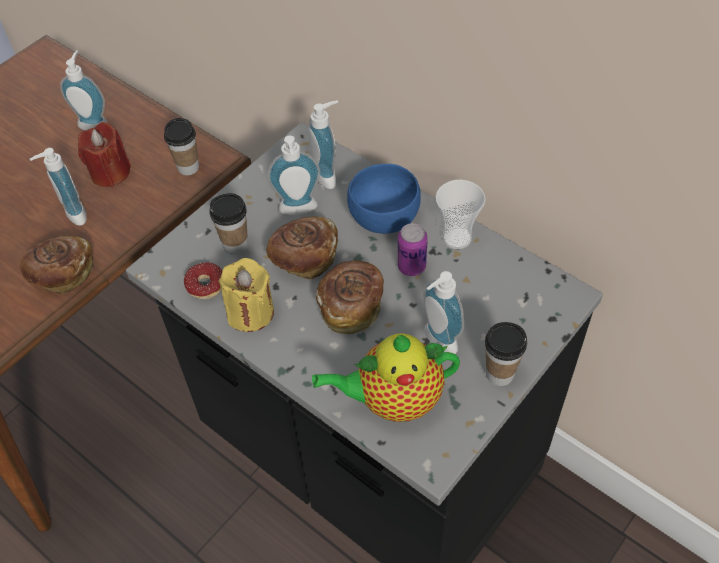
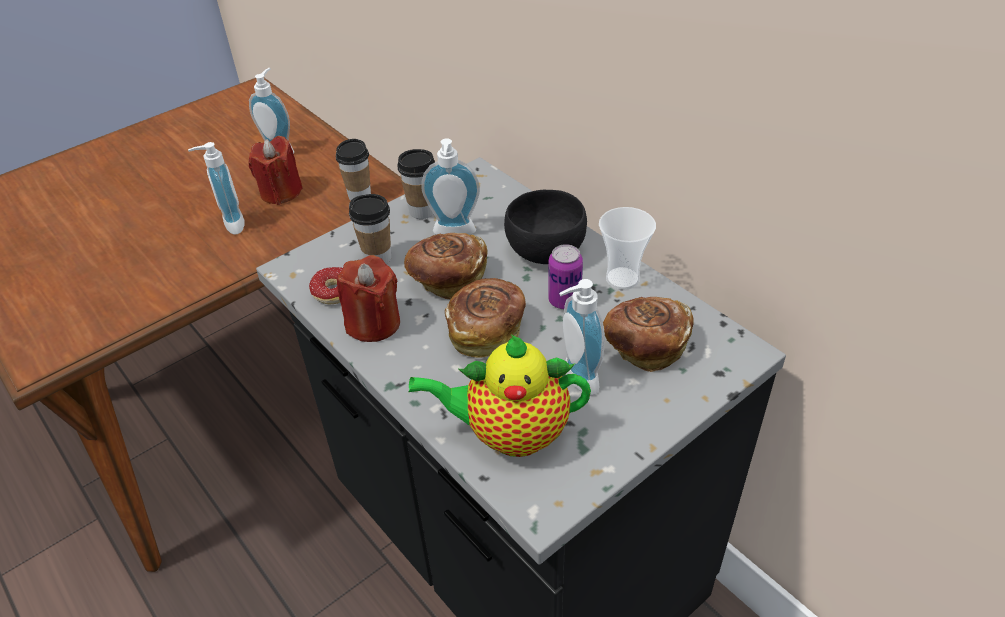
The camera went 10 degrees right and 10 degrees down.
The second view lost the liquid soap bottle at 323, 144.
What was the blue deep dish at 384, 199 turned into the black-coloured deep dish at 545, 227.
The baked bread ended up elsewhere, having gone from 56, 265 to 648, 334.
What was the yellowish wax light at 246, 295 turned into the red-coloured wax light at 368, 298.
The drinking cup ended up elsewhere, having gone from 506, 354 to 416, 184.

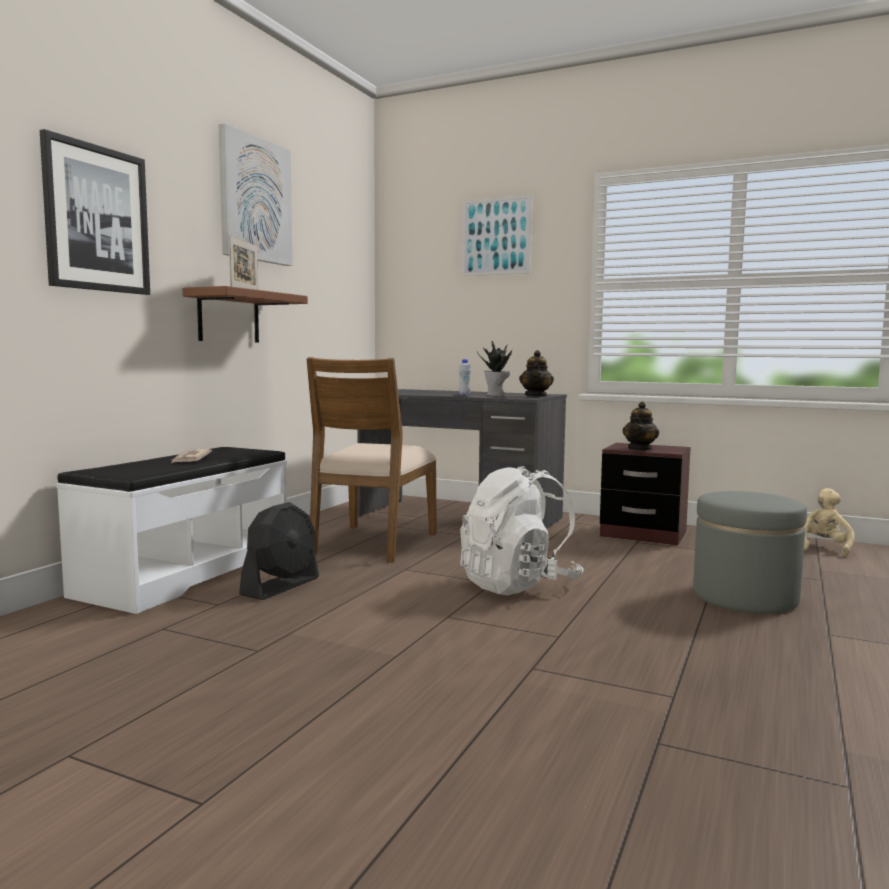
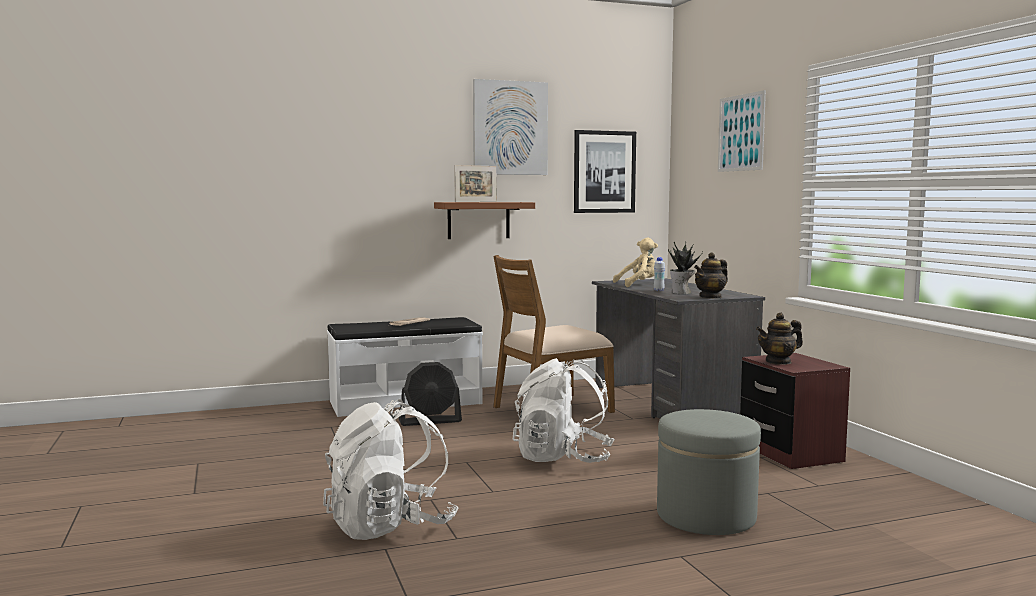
The camera went 45 degrees right and 0 degrees up.
The picture ended up elsewhere, having gone from 95, 212 to 605, 171.
The beige-coloured soft toy ended up elsewhere, having gone from 829, 522 to 635, 262.
The second view gained the white-coloured knapsack at 390, 469.

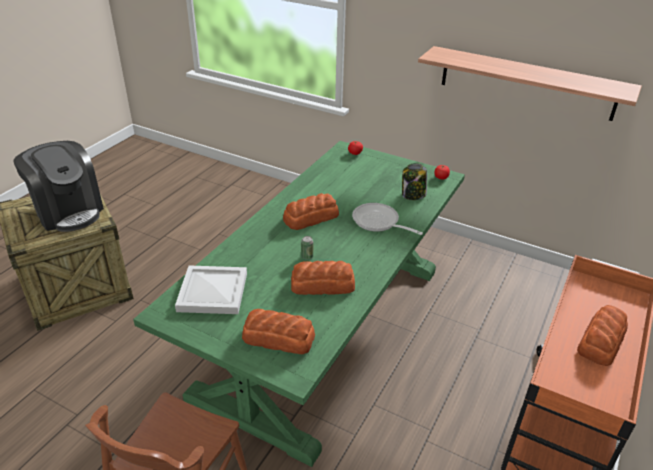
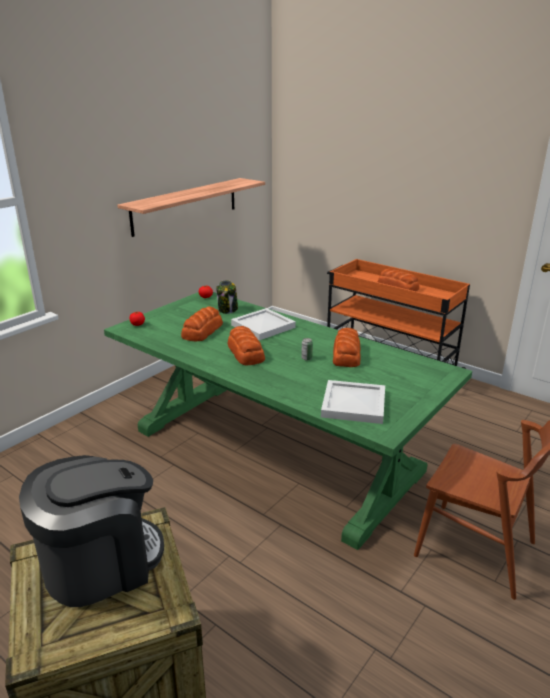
The camera went 80 degrees left and 10 degrees down.
Where the pan stood at 387, 219, the white-coloured carrying tray came to stand at 263, 324.
The baked bread ended up elsewhere, having gone from 278, 331 to 202, 324.

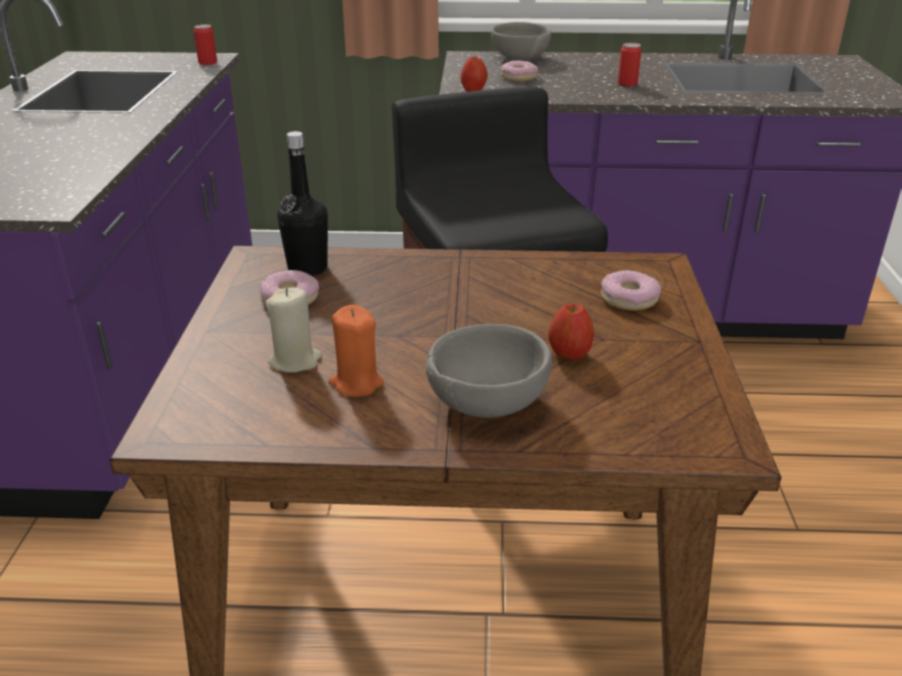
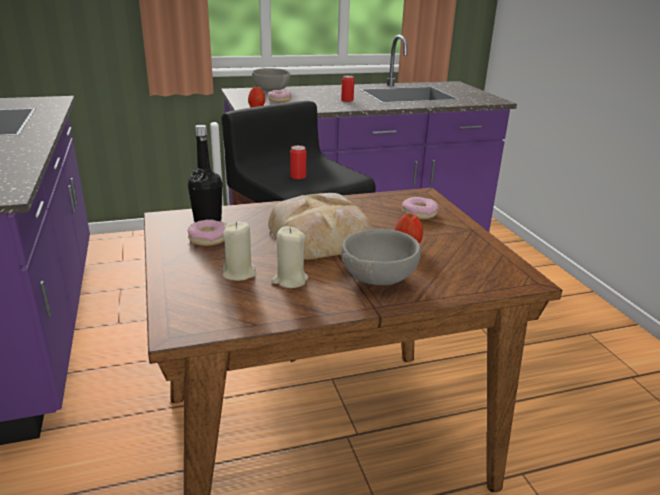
The camera went 20 degrees left and 5 degrees down.
The sealed can ended up elsewhere, having gone from 205, 44 to 298, 162.
What was the orangey wax light at 356, 351 turned into the beige-coloured wax light at 289, 257.
The second view gained the baked bread at 320, 226.

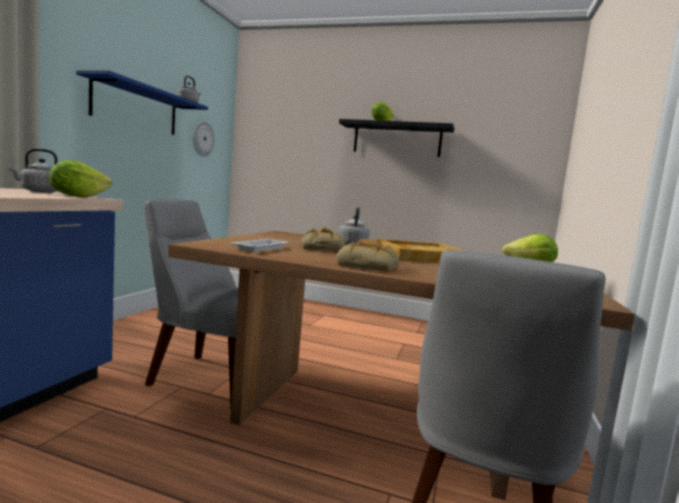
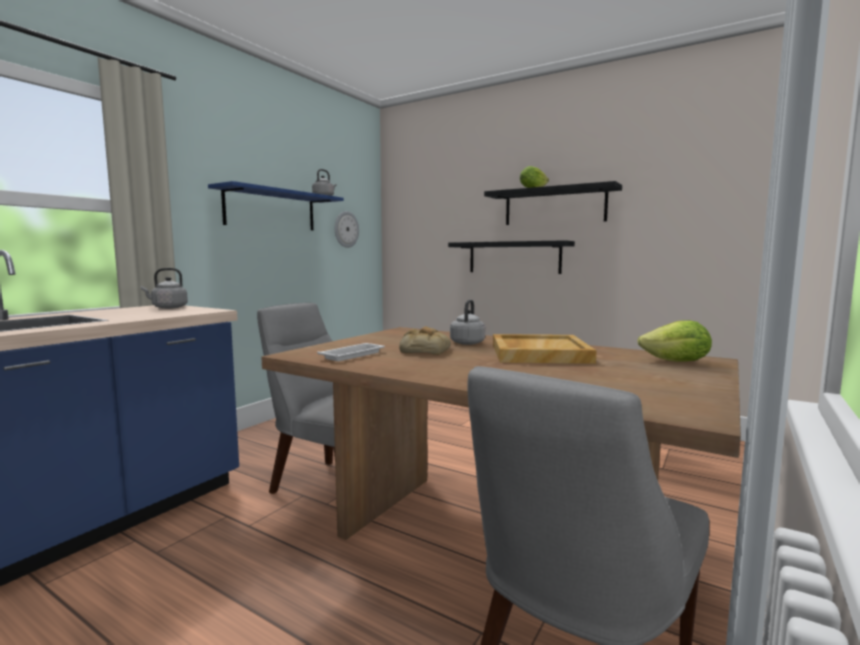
The camera went 15 degrees right and 0 degrees up.
The second view lost the lettuce head at 80, 178.
The second view lost the baked bread at 368, 255.
The second view gained the black-coloured bracket shelf at 511, 257.

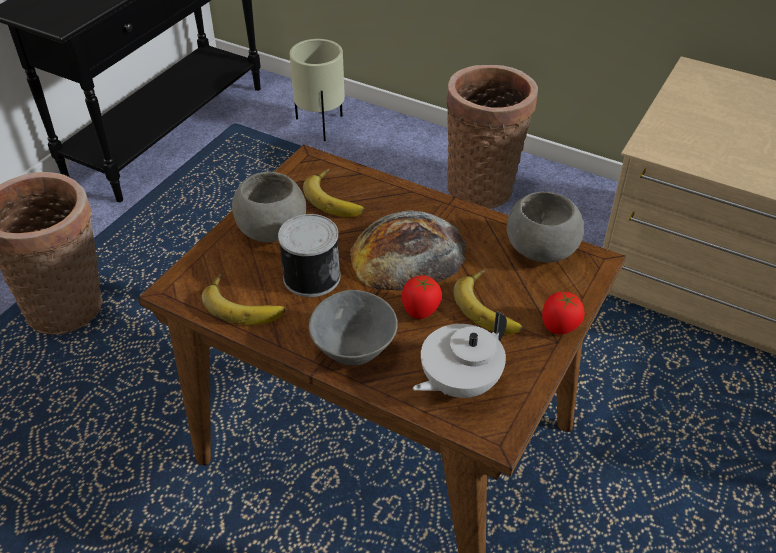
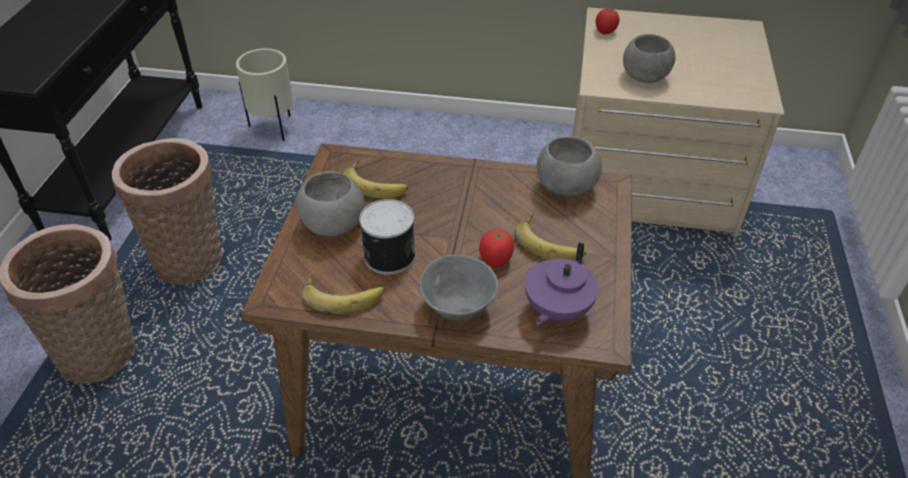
The camera went 20 degrees left and 0 degrees up.
The household basket ended up elsewhere, having gone from 492, 137 to 167, 211.
The second view lost the baked bread at 408, 250.
The tomato ended up elsewhere, having gone from 563, 313 to 607, 21.
What was the white-coloured pot for tea at 460, 355 turned into the purple-coloured pot for tea at 561, 283.
The second view gained the grey deep dish at 649, 58.

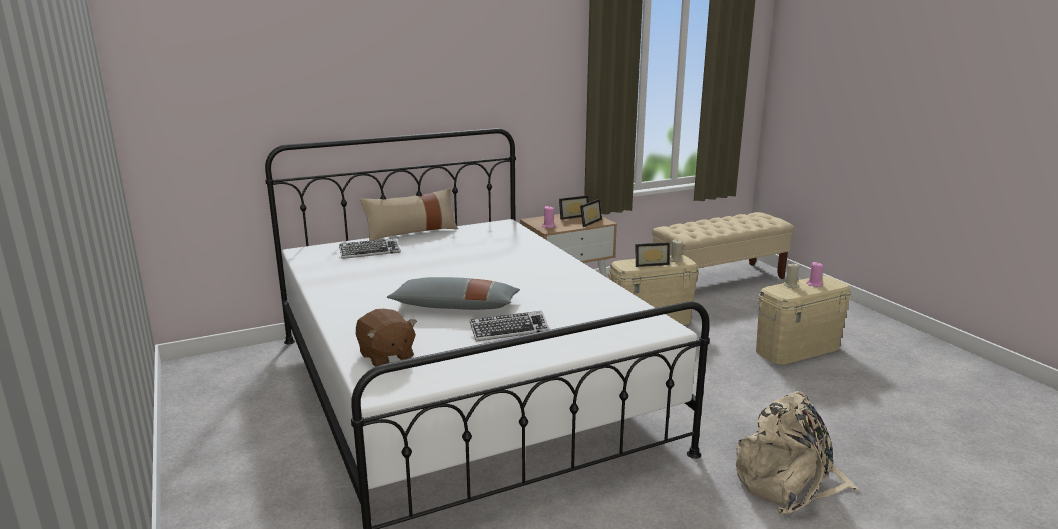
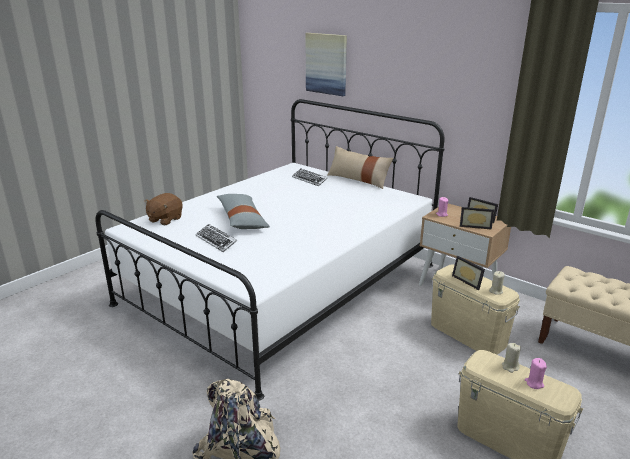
The camera went 65 degrees right and 5 degrees up.
The second view gained the picture at 326, 64.

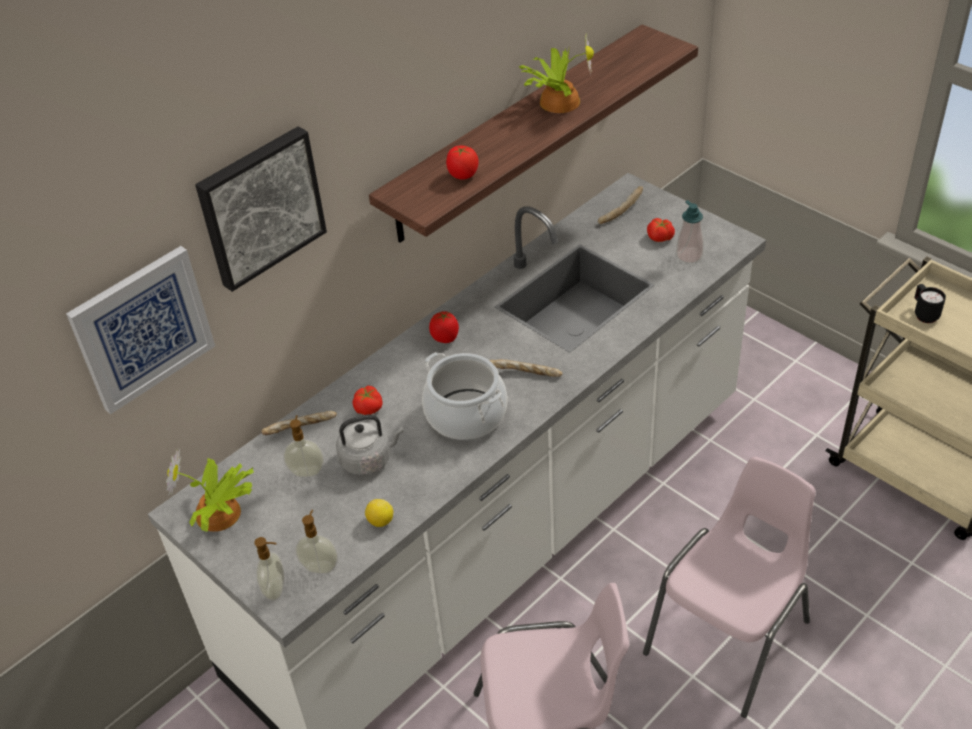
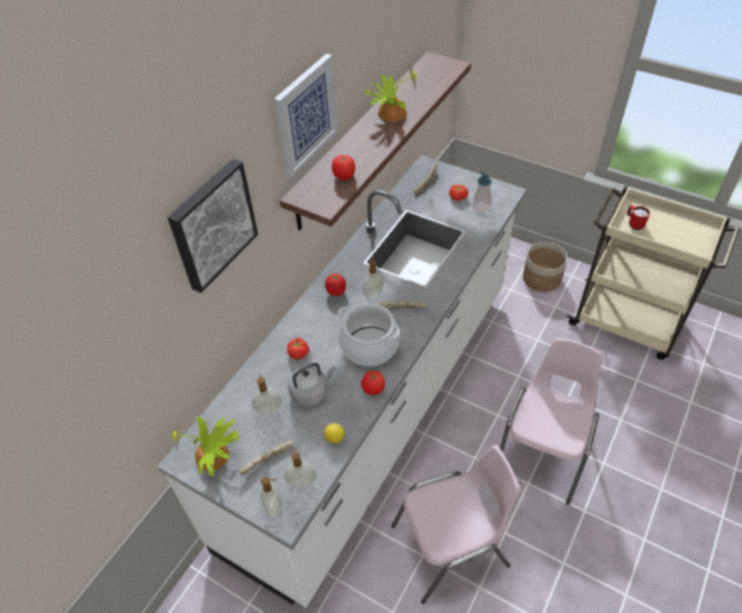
The camera went 15 degrees left and 5 degrees up.
The picture ended up elsewhere, having gone from 140, 330 to 306, 116.
What was the black-coloured coffee mug at 930, 303 turned into the red-coloured coffee mug at 638, 217.
The baked bread ended up elsewhere, having gone from 299, 423 to 266, 458.
The second view gained the plant pot at 545, 267.
The second view gained the liquid soap bottle at 373, 280.
The second view gained the tomato at 373, 383.

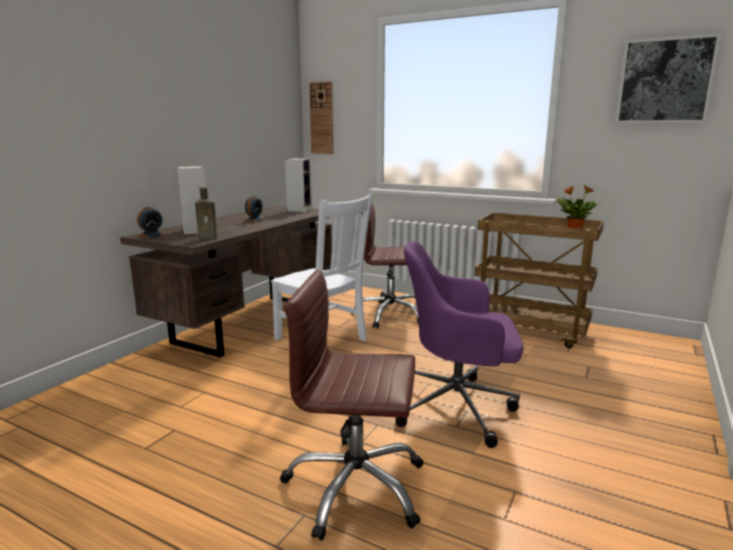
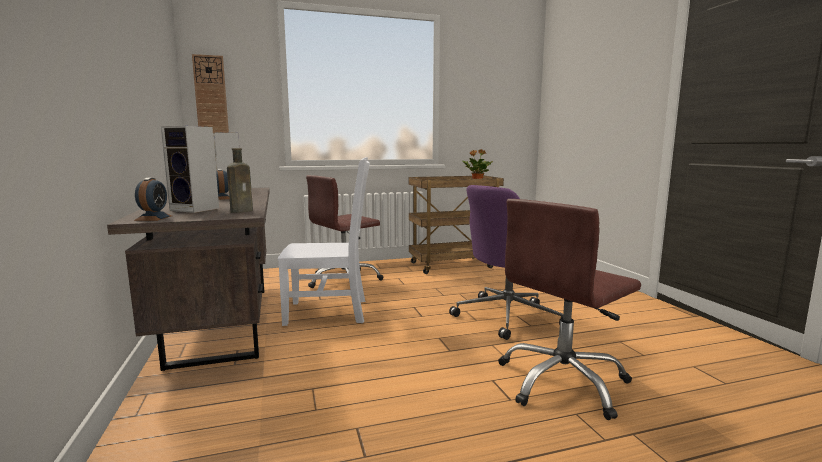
The camera went 45 degrees left and 5 degrees down.
The second view lost the picture at 668, 78.

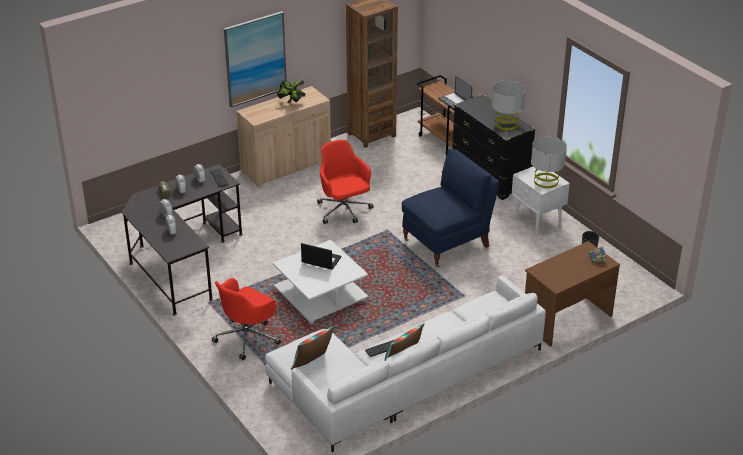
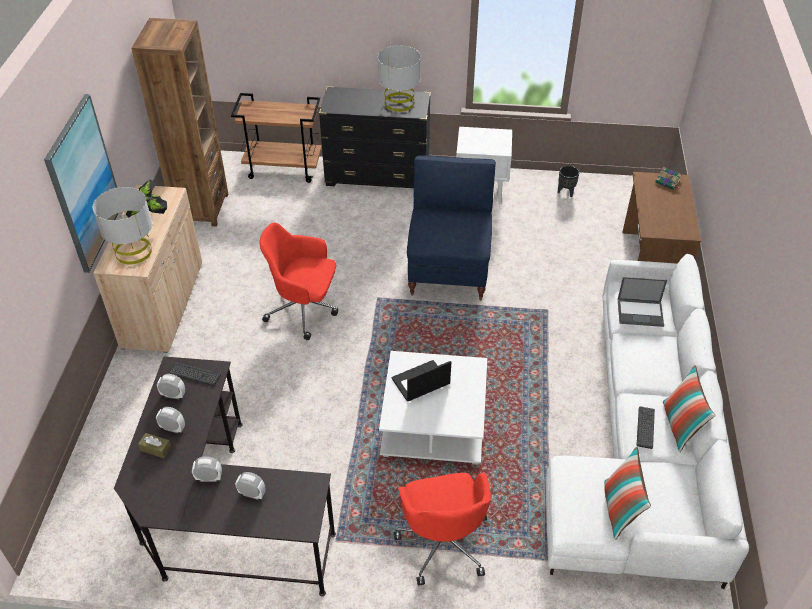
The camera went 50 degrees left and 10 degrees up.
The notebook computer ended up elsewhere, having gone from 455, 91 to 642, 302.
The grey lamp for a table ended up elsewhere, having gone from 549, 162 to 122, 225.

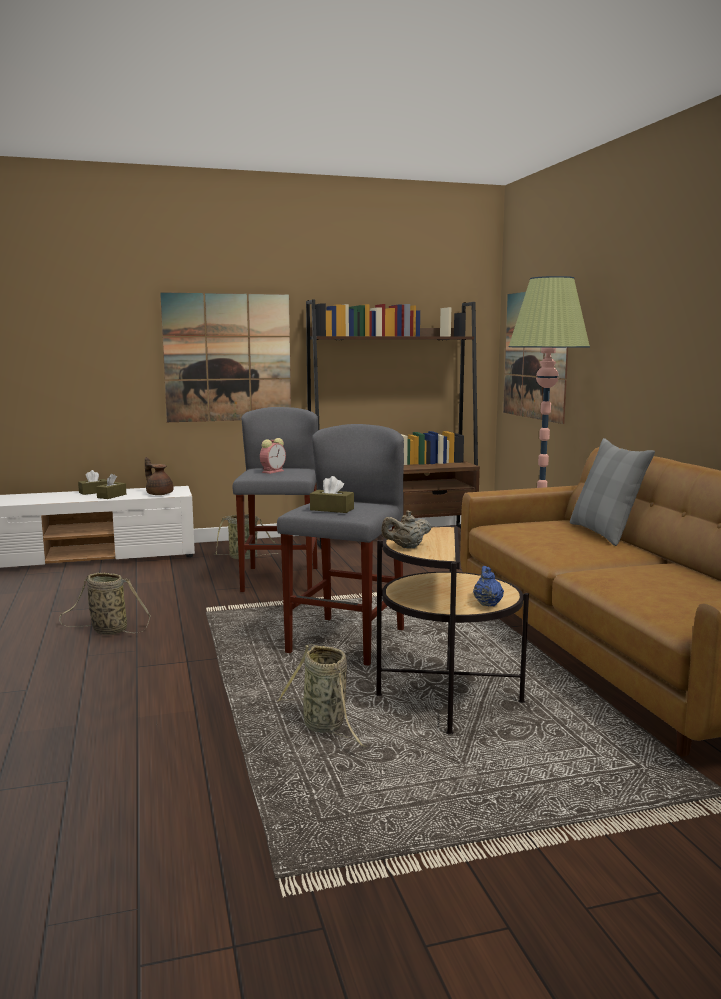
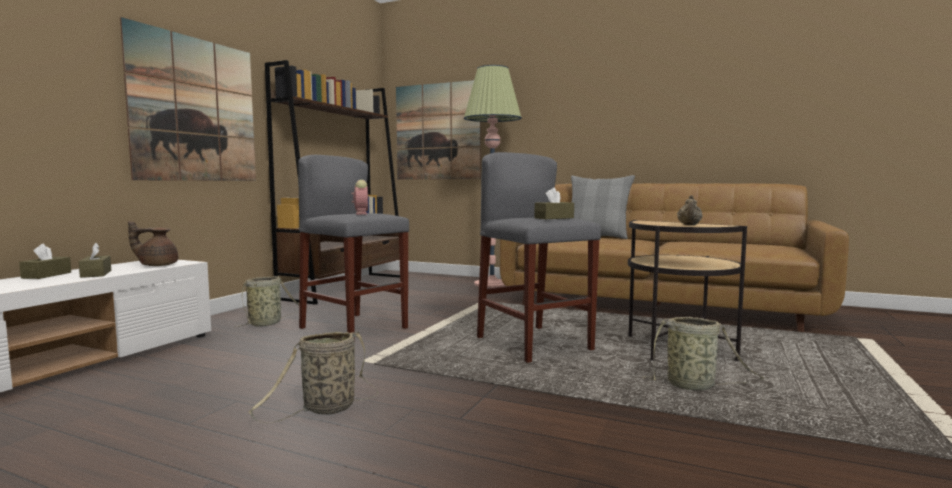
The camera went 50 degrees left and 5 degrees down.
The second view lost the blue pot for tea at 488, 586.

